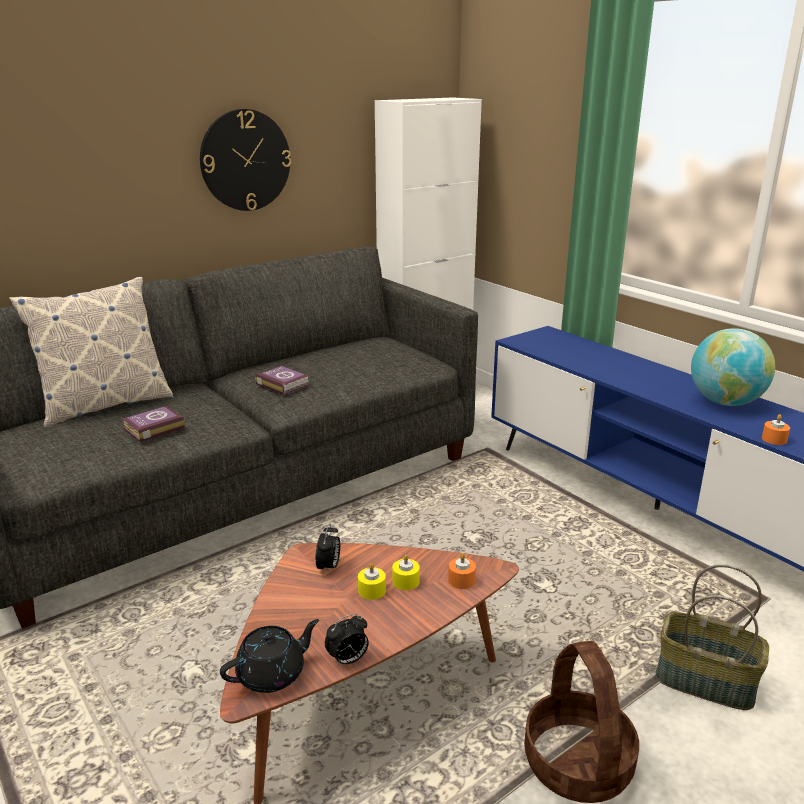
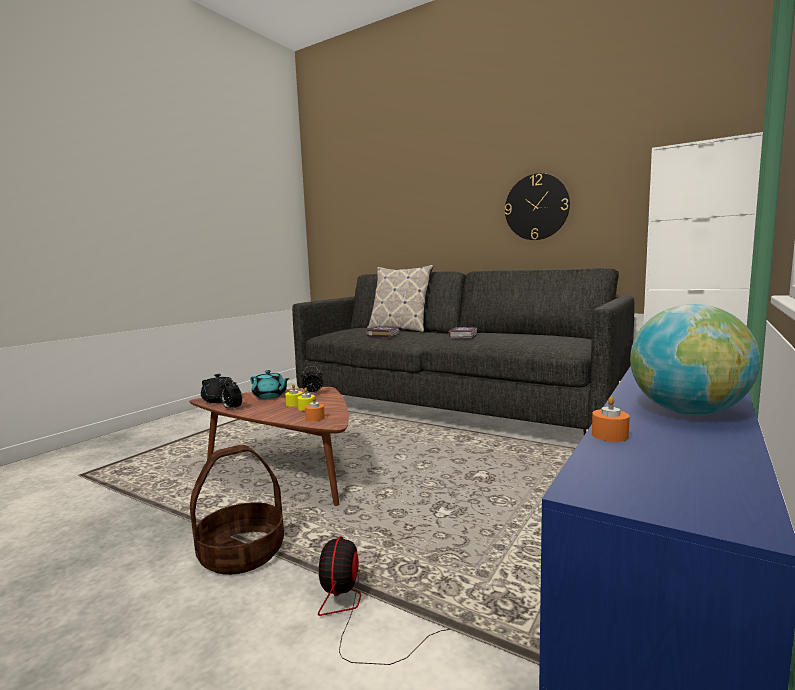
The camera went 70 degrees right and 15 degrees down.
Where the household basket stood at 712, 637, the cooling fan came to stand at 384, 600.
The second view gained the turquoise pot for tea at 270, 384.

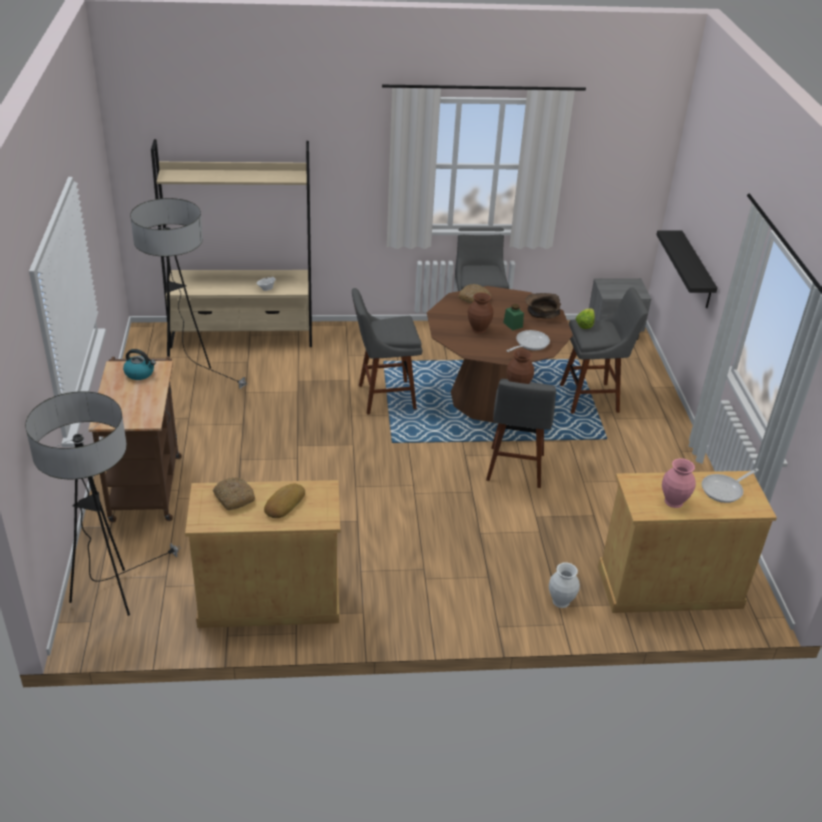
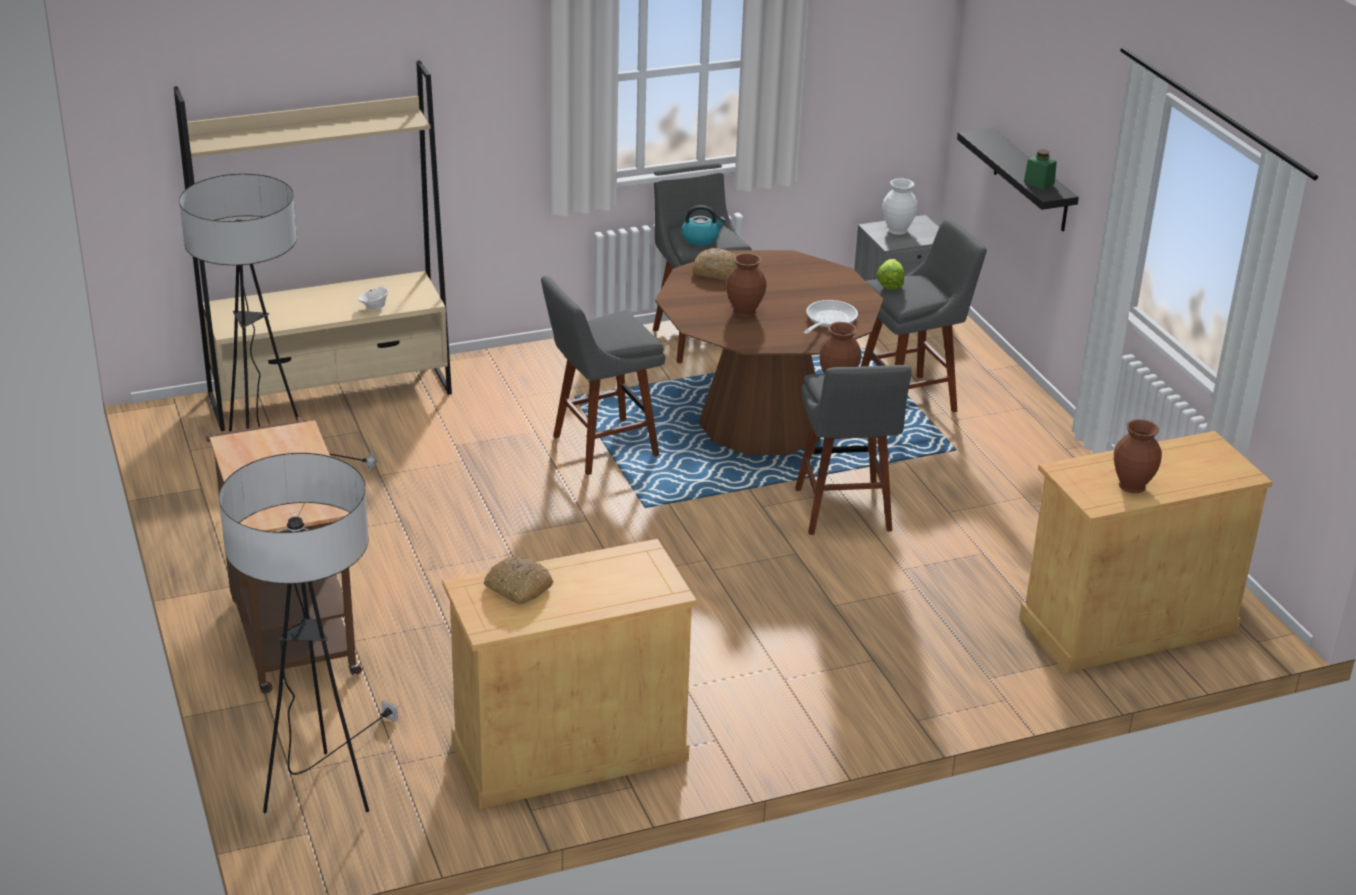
The camera went 15 degrees left and 5 degrees down.
The second view lost the brownish deep dish at 543, 306.
The green storage jar ended up elsewhere, having gone from 513, 317 to 1040, 169.
The water kettle ended up elsewhere, having gone from 139, 364 to 703, 225.
What was the pink decorative vase at 679, 483 turned into the brownish decorative vase at 1138, 456.
The second view lost the pan at 730, 485.
The second view lost the baked bread at 284, 501.
The white-coloured decorative vase ended up elsewhere, having gone from 564, 585 to 900, 206.

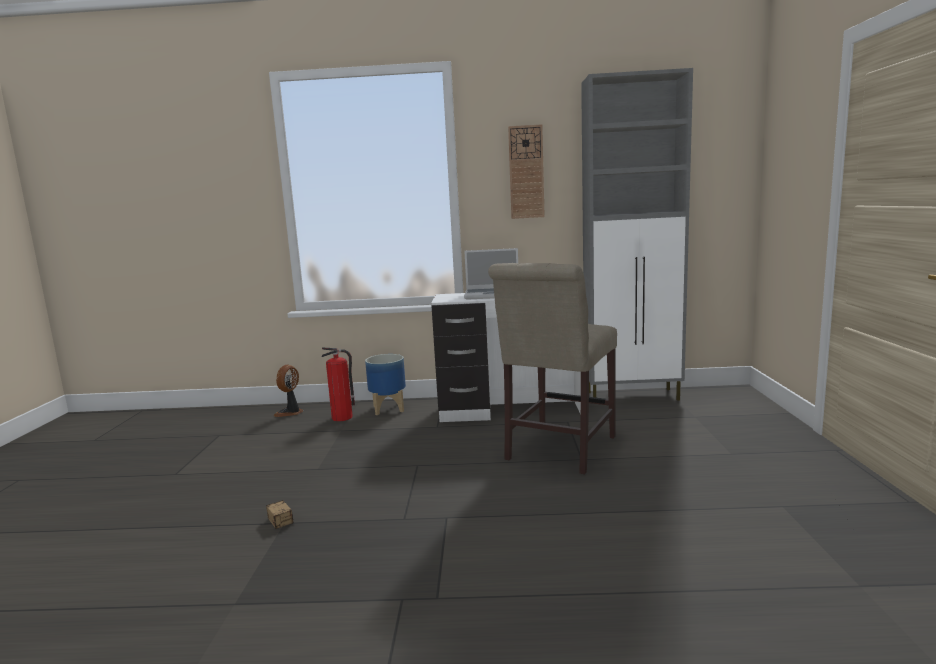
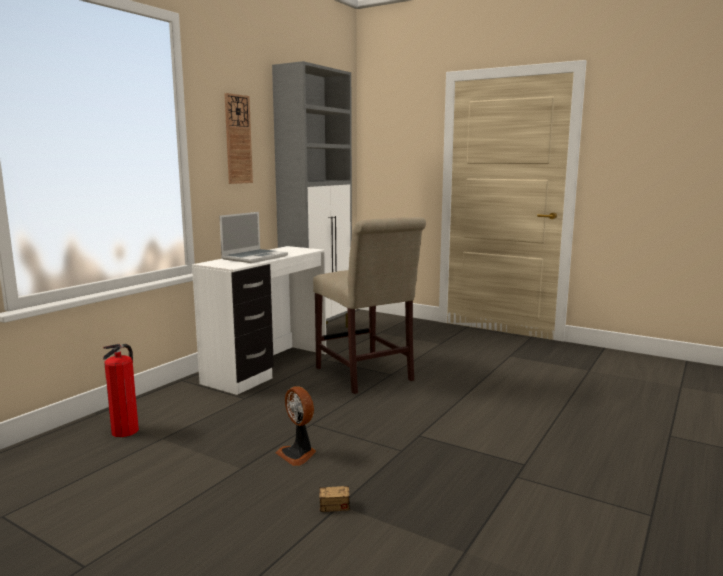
The camera went 60 degrees left and 0 degrees up.
The second view lost the plant pot at 385, 384.
The cooling fan ended up elsewhere, having gone from 288, 390 to 295, 426.

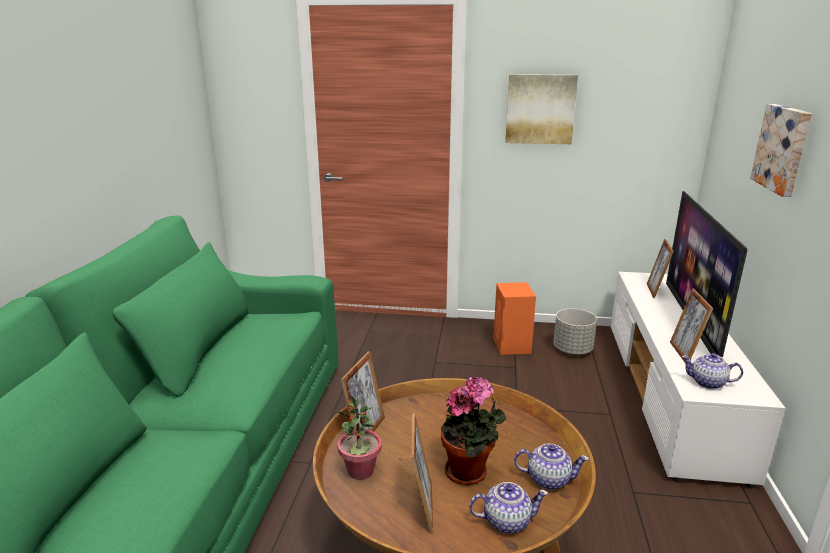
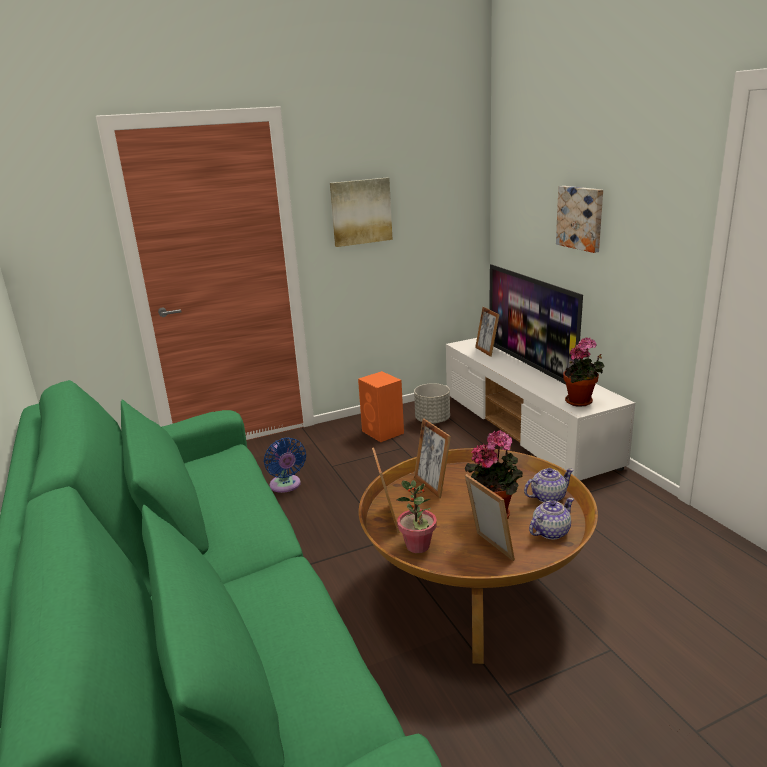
The camera went 30 degrees left and 0 degrees up.
The photo frame ended up elsewhere, having gone from 691, 326 to 432, 458.
Where the pot for tea stood at 712, 371, the houseplant came to stand at 583, 372.
The second view gained the blue cooling fan at 285, 465.

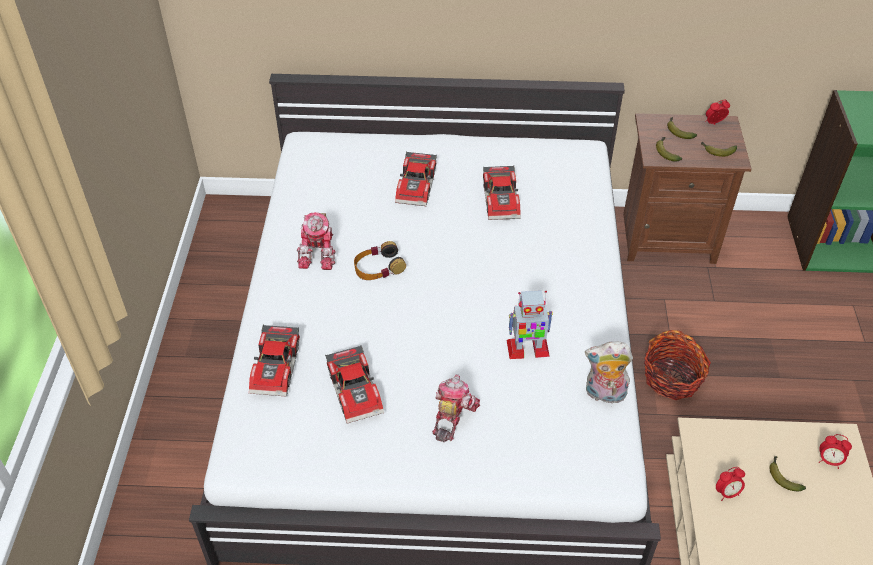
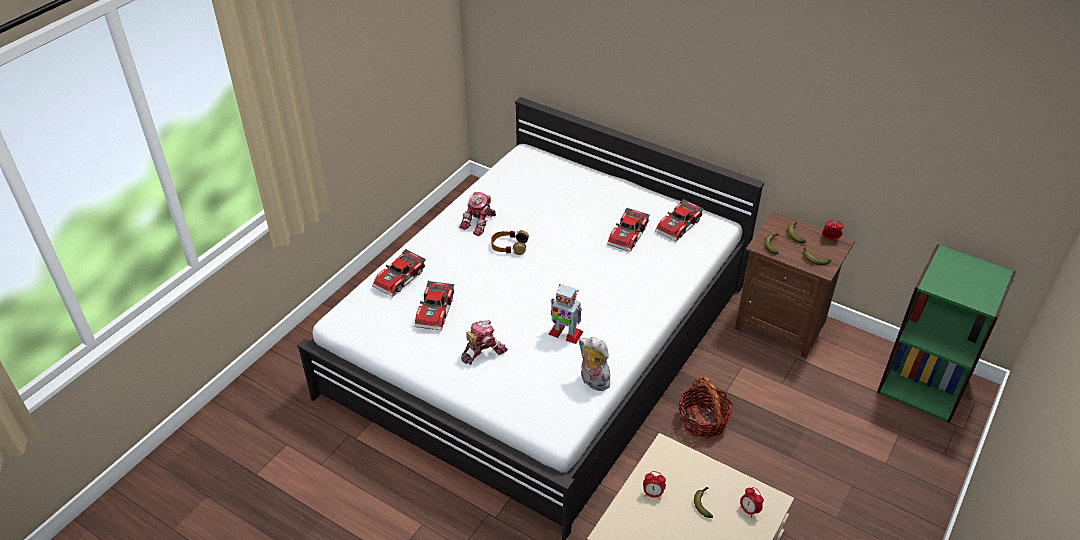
The camera went 30 degrees right and 5 degrees down.
The model car ended up elsewhere, having gone from 416, 178 to 679, 219.

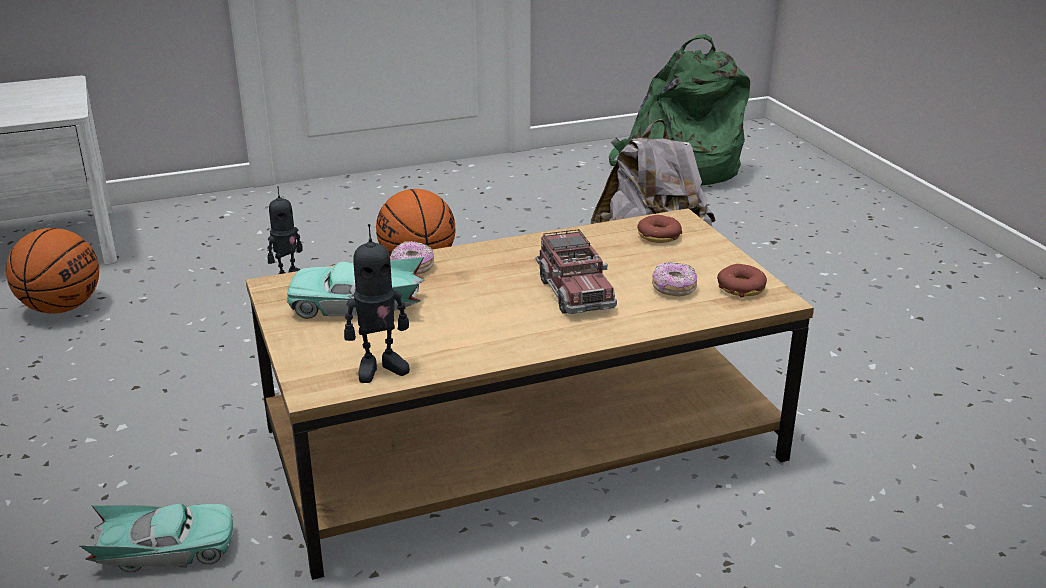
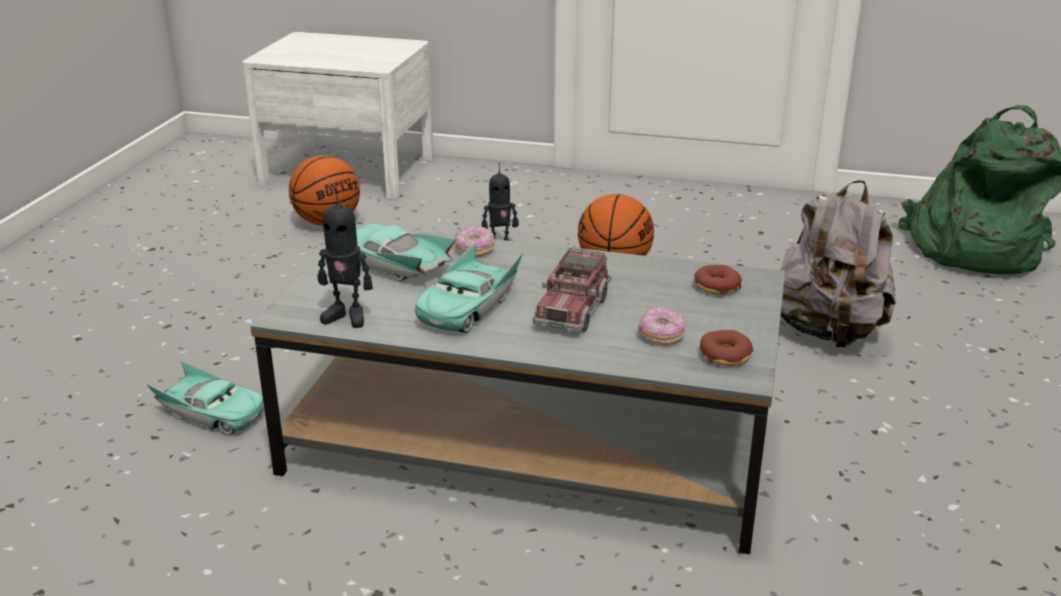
The camera went 35 degrees right and 0 degrees up.
What was the brownish lounge table at 530, 394 turned into the grey lounge table at 517, 389.
The second view gained the turquoise model car at 469, 287.

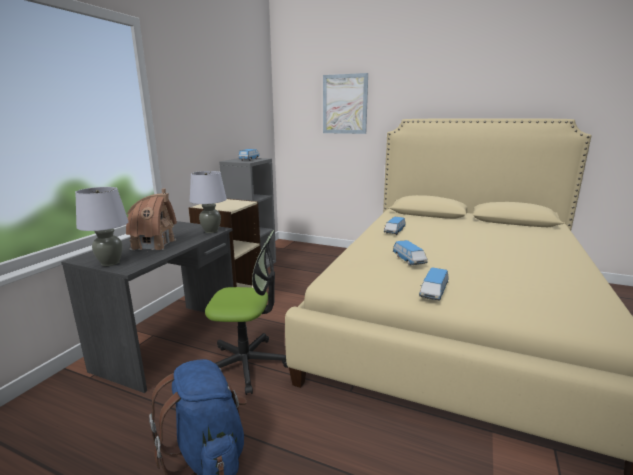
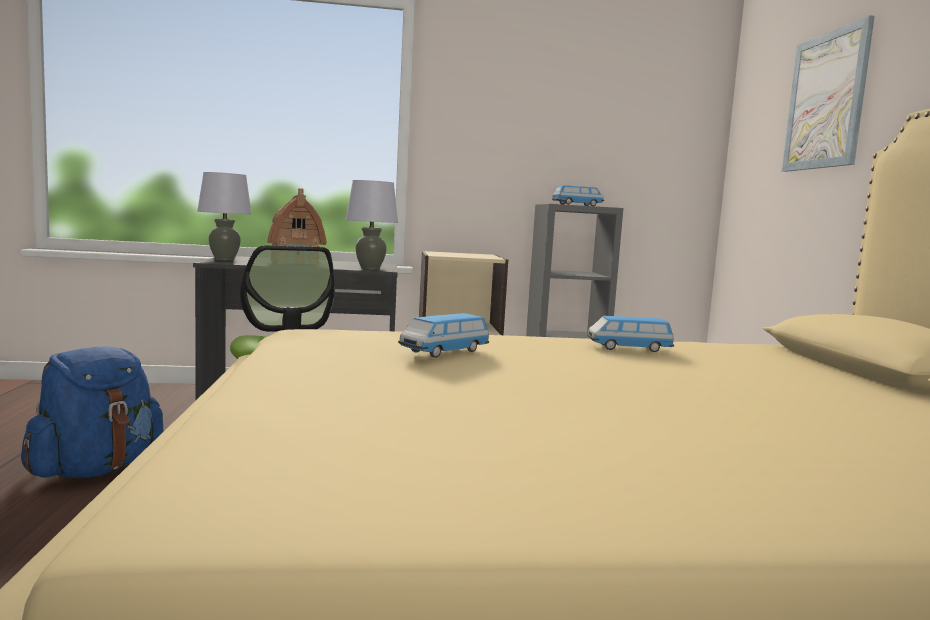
The camera went 60 degrees right and 10 degrees down.
The second view lost the model car at 434, 284.

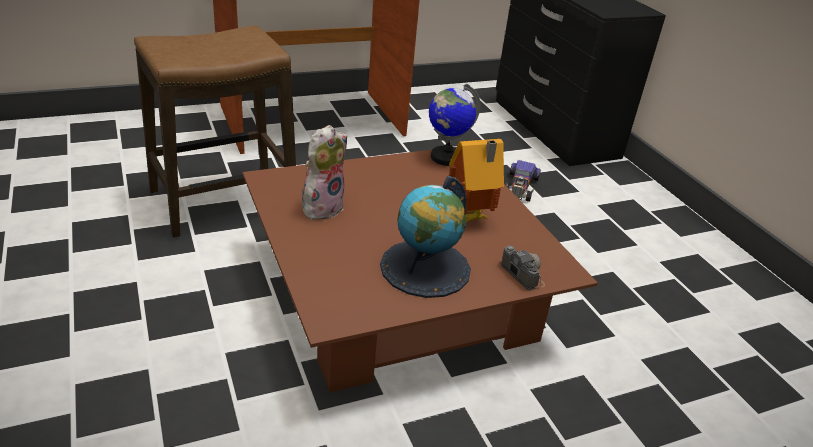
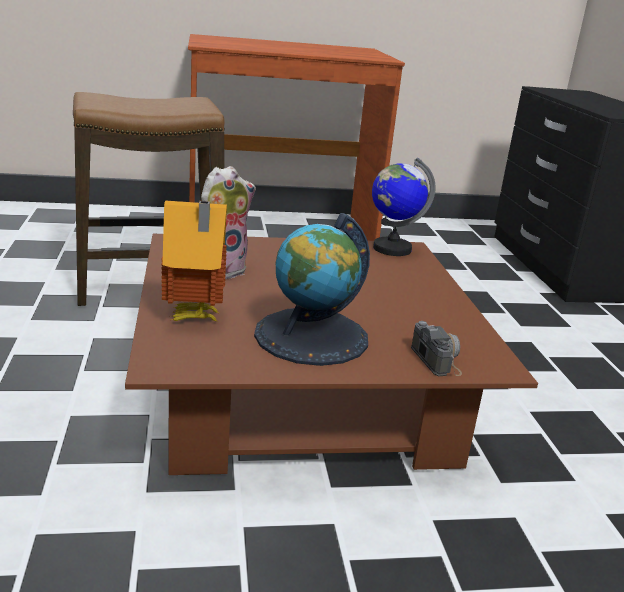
The camera went 15 degrees right and 10 degrees down.
The miniature house ended up elsewhere, having gone from 476, 180 to 194, 261.
The second view lost the model car at 523, 181.

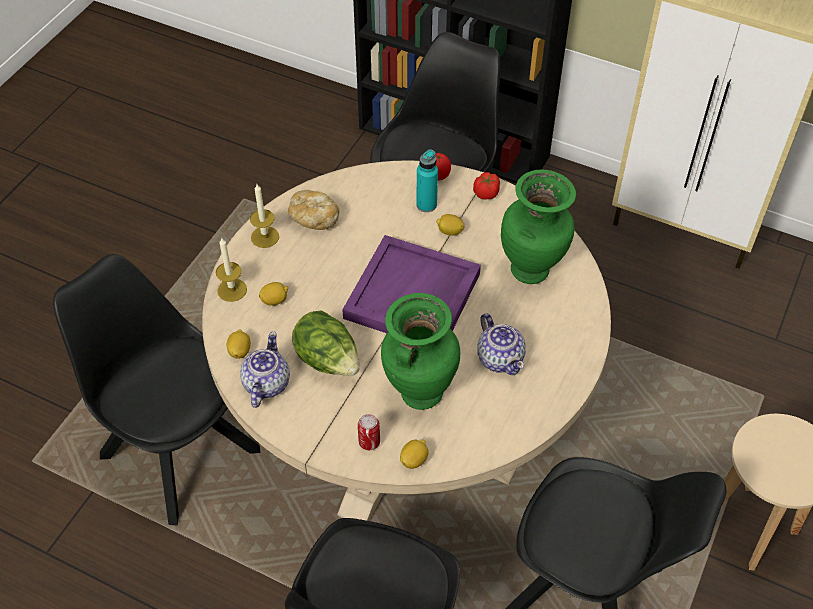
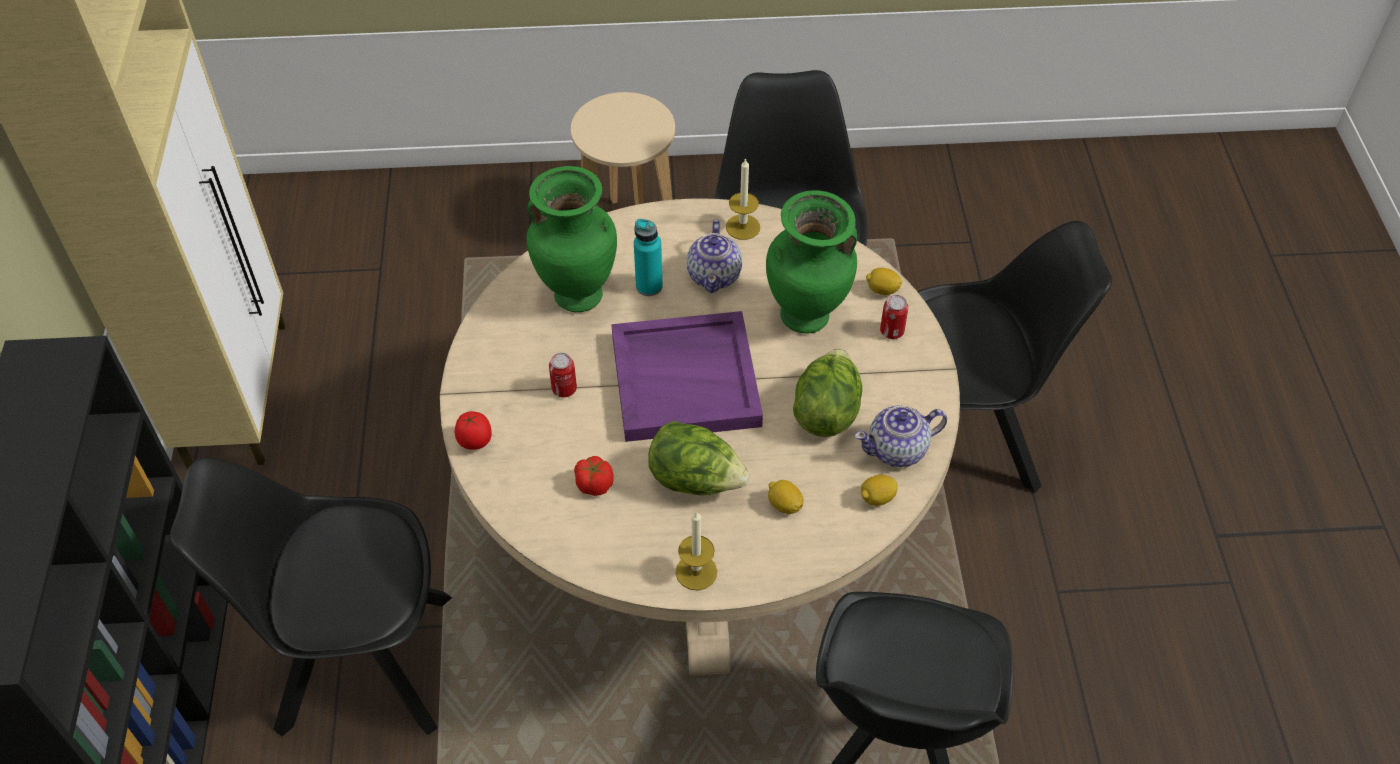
The camera went 120 degrees left and 0 degrees up.
The turquoise bottle ended up elsewhere, having gone from 427, 180 to 648, 257.
The tomato ended up elsewhere, having gone from 486, 186 to 594, 476.
The second view lost the baked bread at 313, 210.
Where the whole lemon stood at 450, 225, the sealed can came to stand at 563, 375.
The wax light ended up elsewhere, having gone from 231, 269 to 743, 199.
The pot for tea at 501, 344 ended up facing another way, 150 degrees clockwise from before.
The second view gained the lettuce head at 698, 458.

